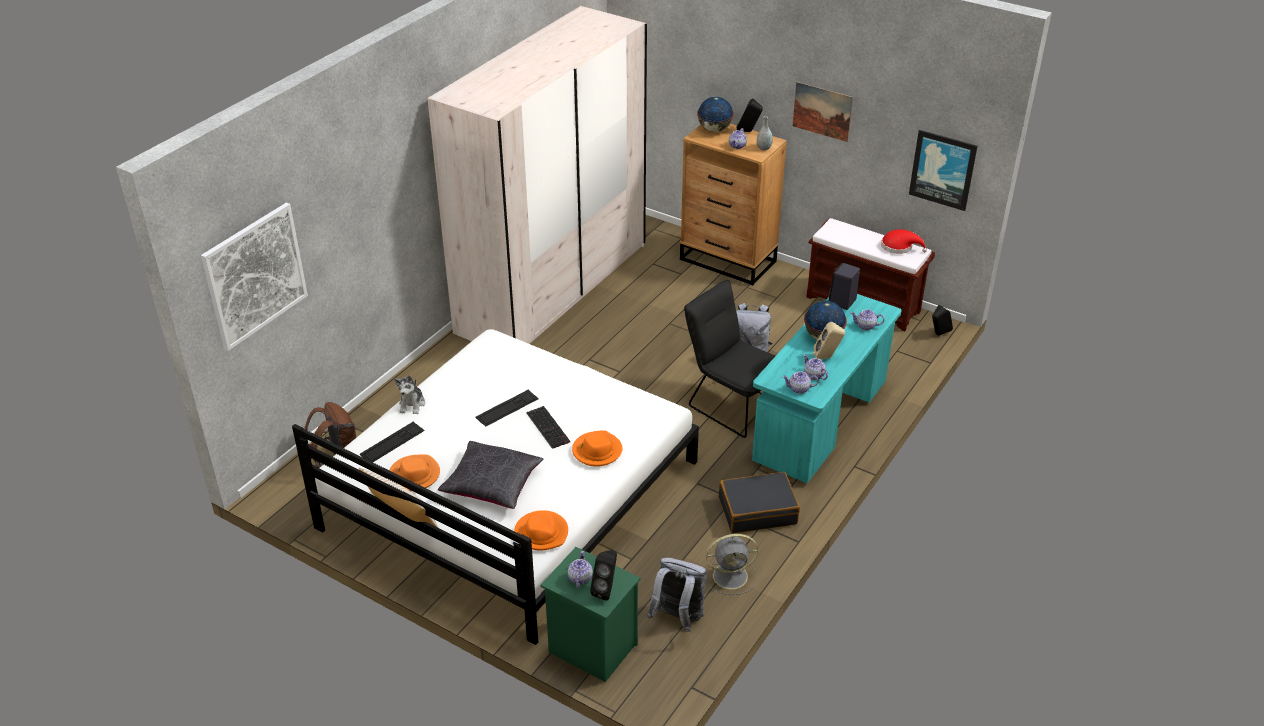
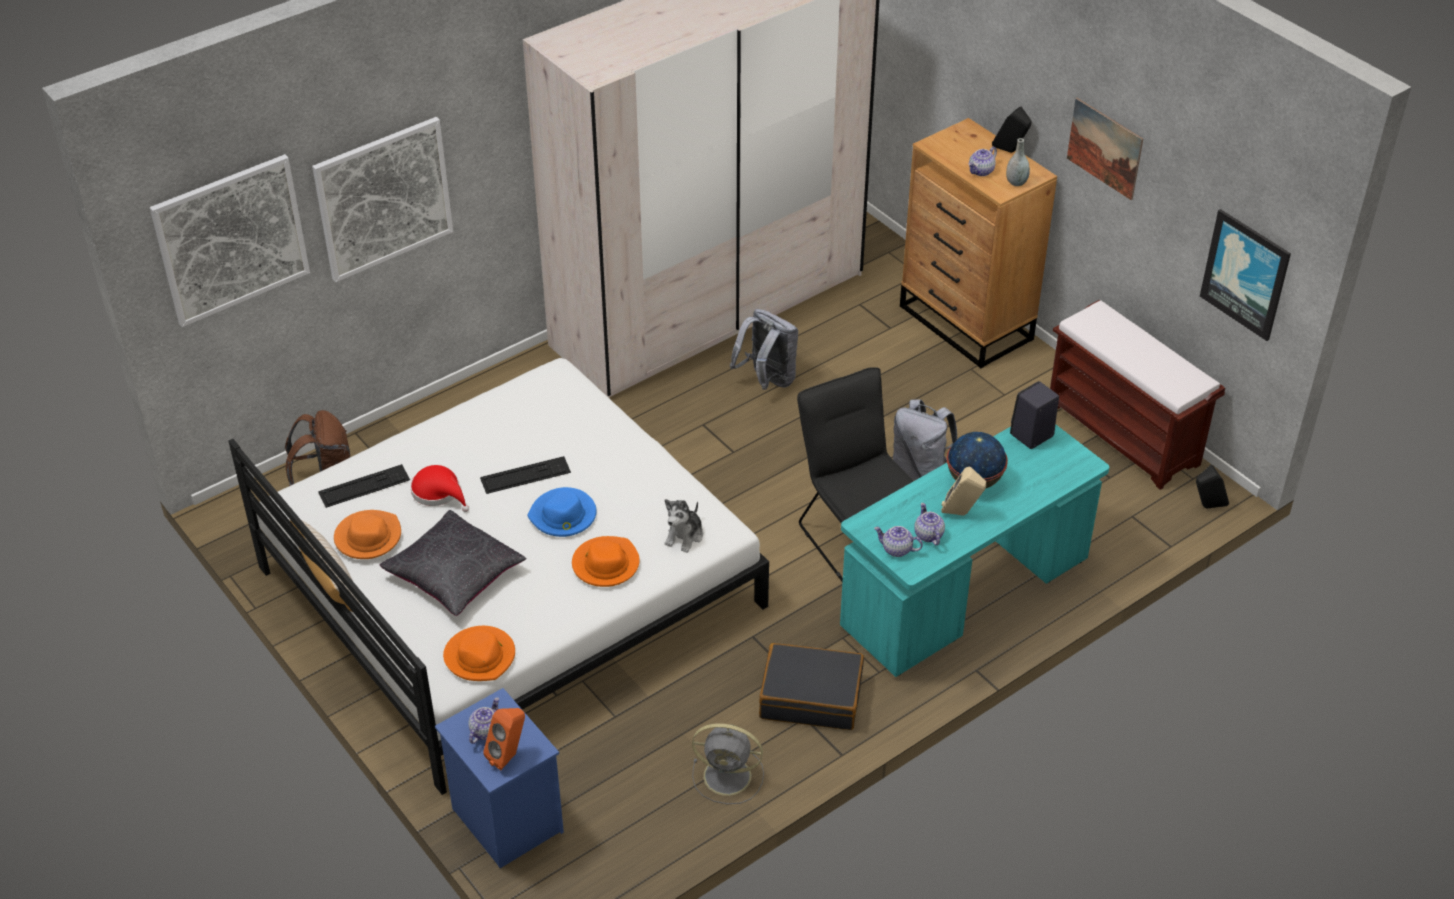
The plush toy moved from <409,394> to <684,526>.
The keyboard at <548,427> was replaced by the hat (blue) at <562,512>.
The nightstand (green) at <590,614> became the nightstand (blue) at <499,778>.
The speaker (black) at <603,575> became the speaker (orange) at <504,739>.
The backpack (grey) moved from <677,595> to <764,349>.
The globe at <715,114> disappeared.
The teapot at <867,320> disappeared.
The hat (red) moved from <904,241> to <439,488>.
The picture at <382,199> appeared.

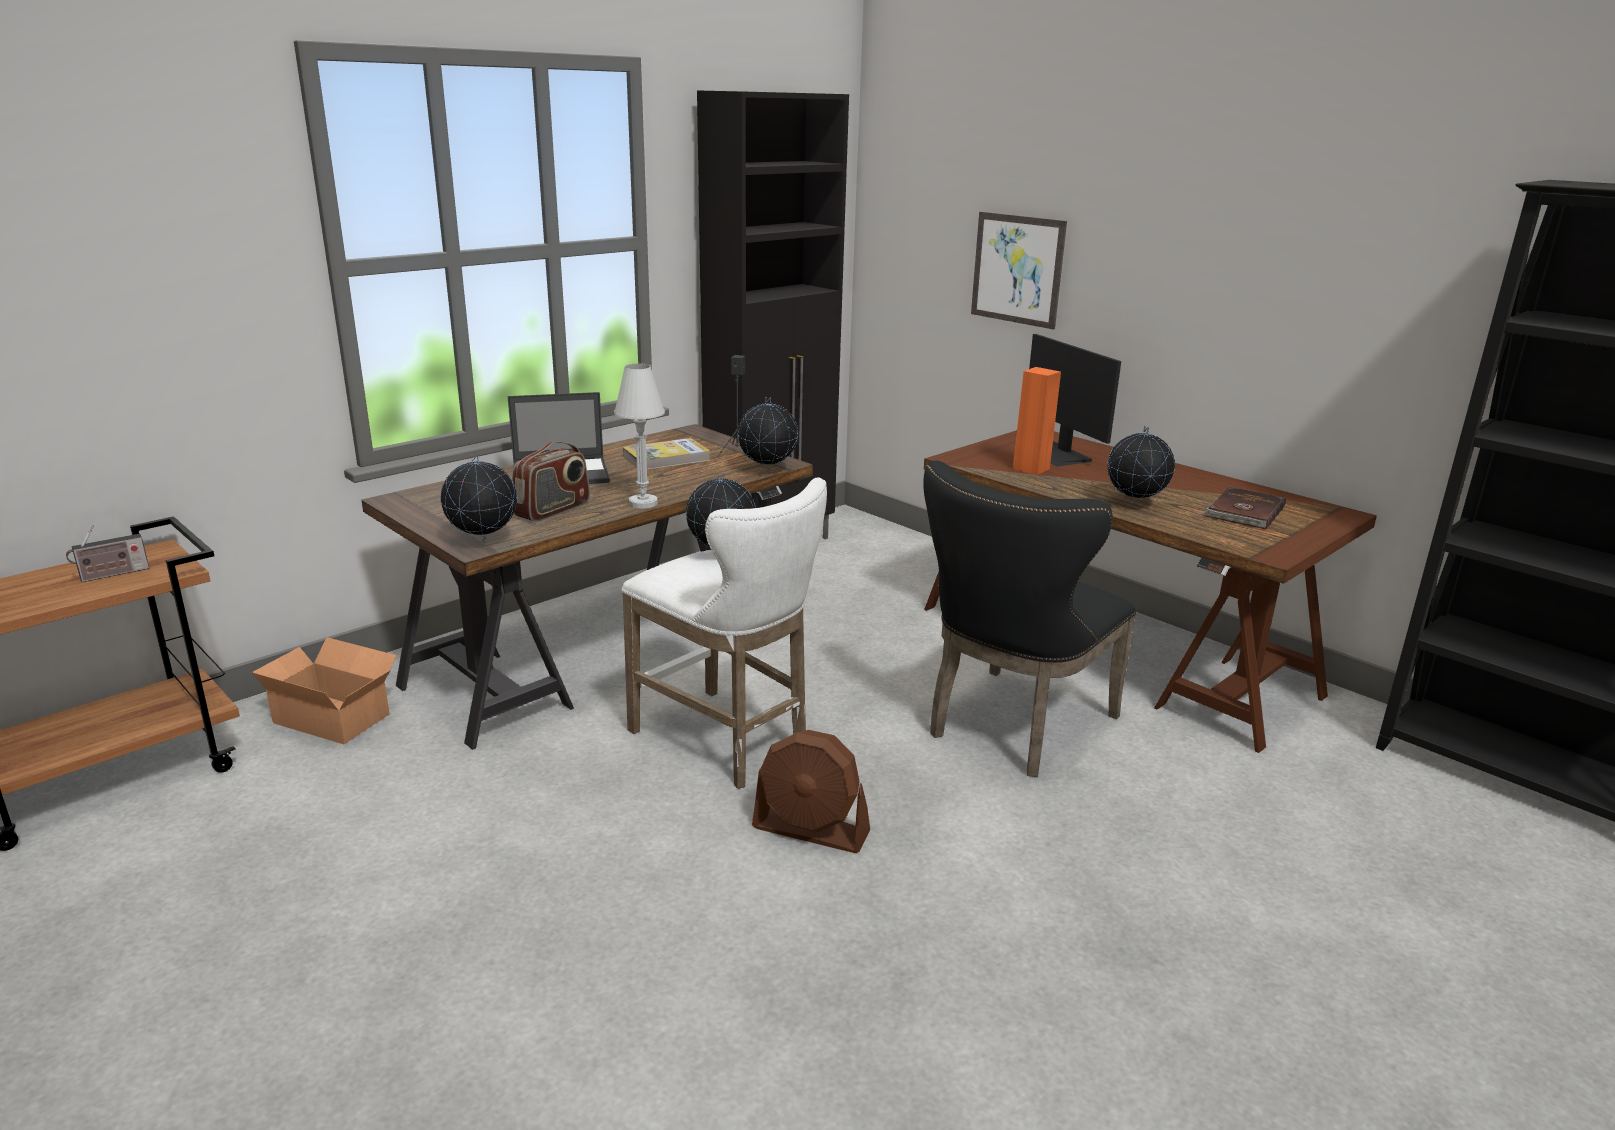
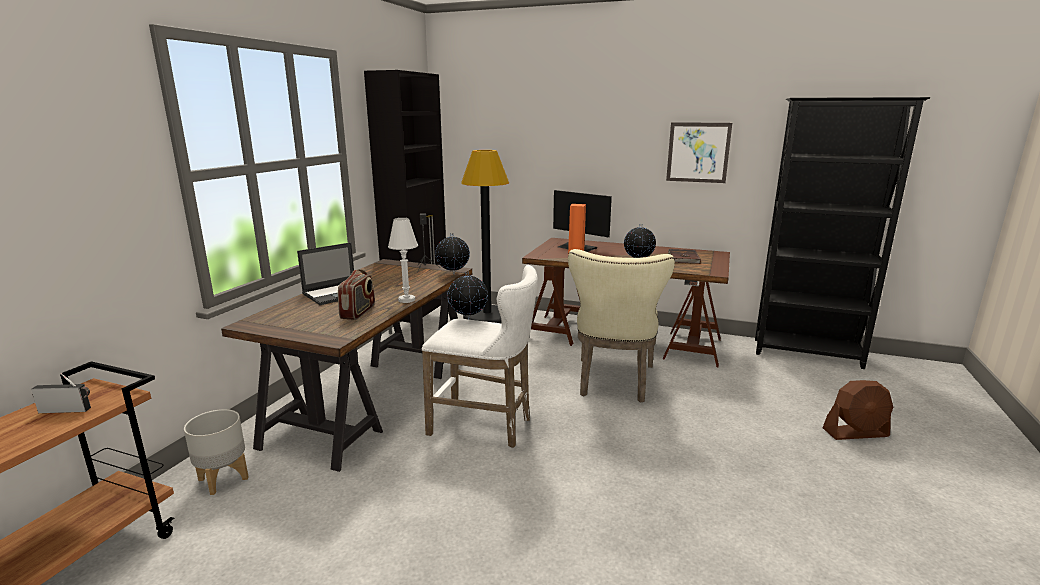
The radio at <107,553> turned 120 degrees counterclockwise.
The cardboard box at <324,690> was replaced by the planter (grey) at <216,452>.
The globe at <478,498> disappeared.
The book at <667,454> disappeared.
The fan (brown) moved from <811,791> to <858,410>.
The chair (black) at <1030,619> became the chair (beige) at <621,325>.
The picture moved from <1019,270> to <699,152>.
The floor lamp (black) at <485,236> appeared.

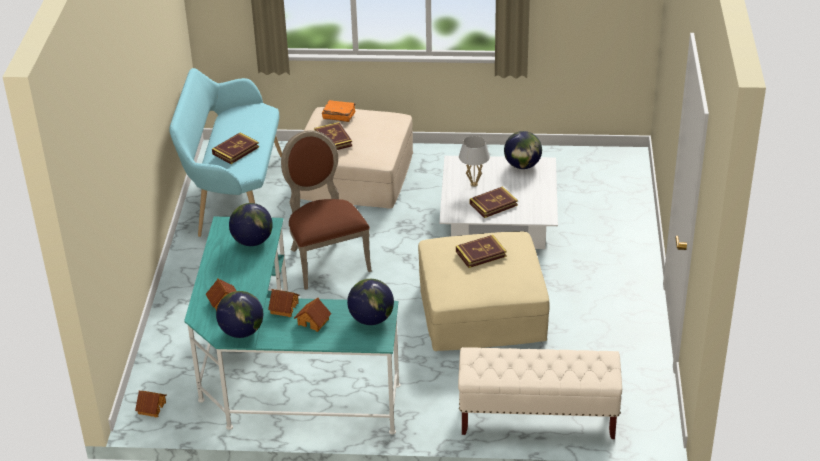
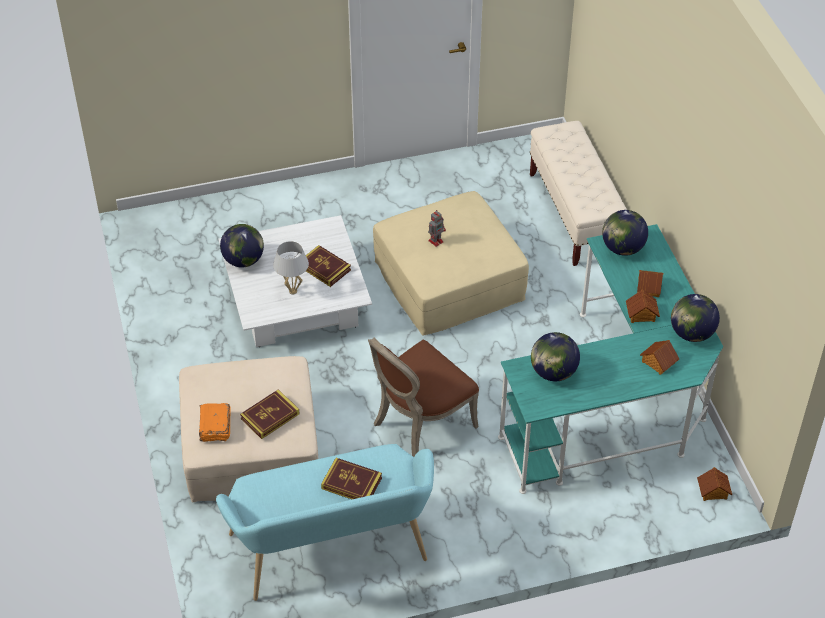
The book at <481,251> was replaced by the toy robot at <437,229>.

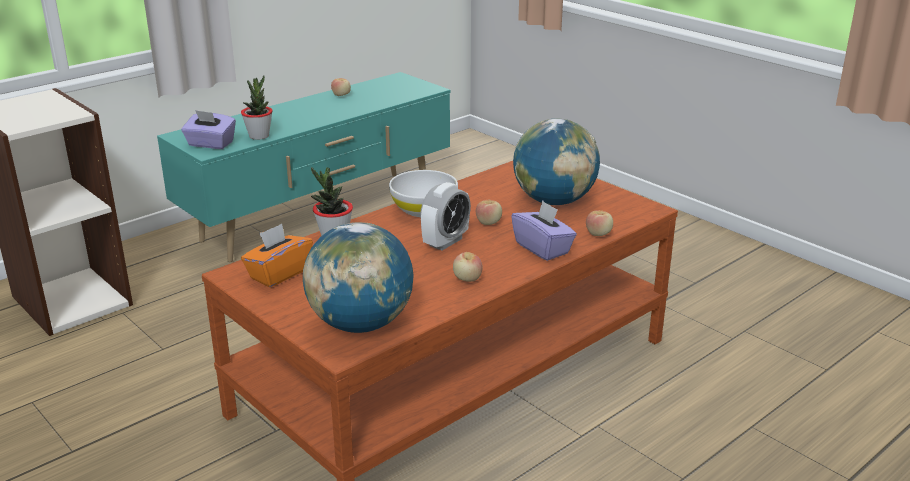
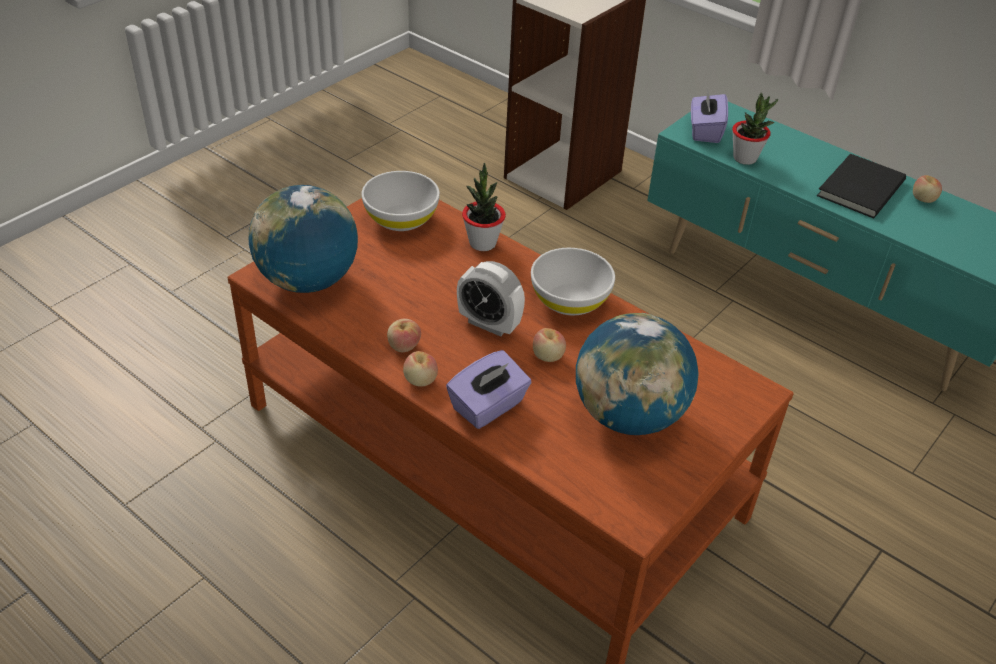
The tissue box (orange) at <277,255> was replaced by the bowl (white) at <401,201>.
The apple moved from <599,223> to <420,369>.
The book (black) at <861,186> appeared.

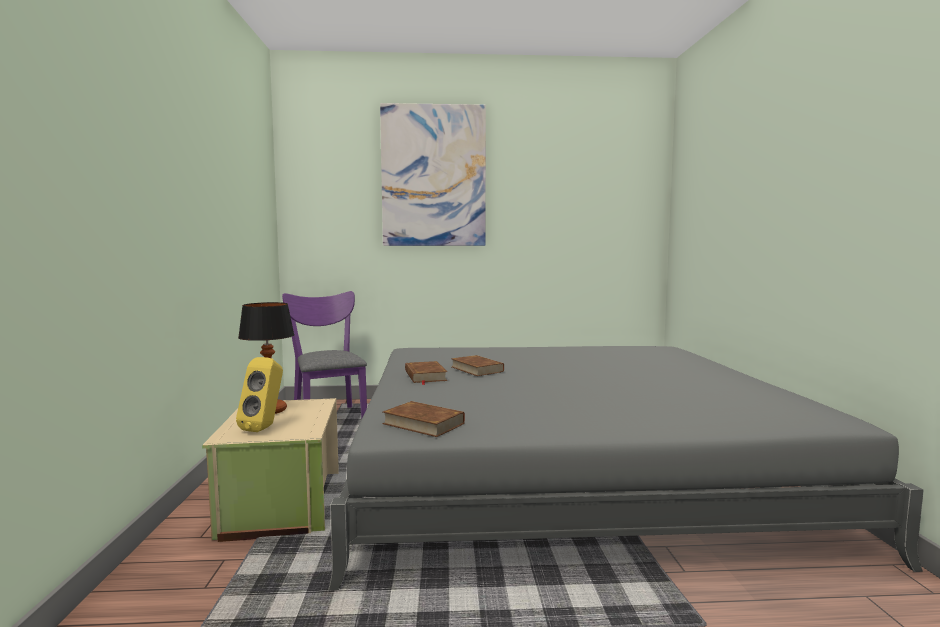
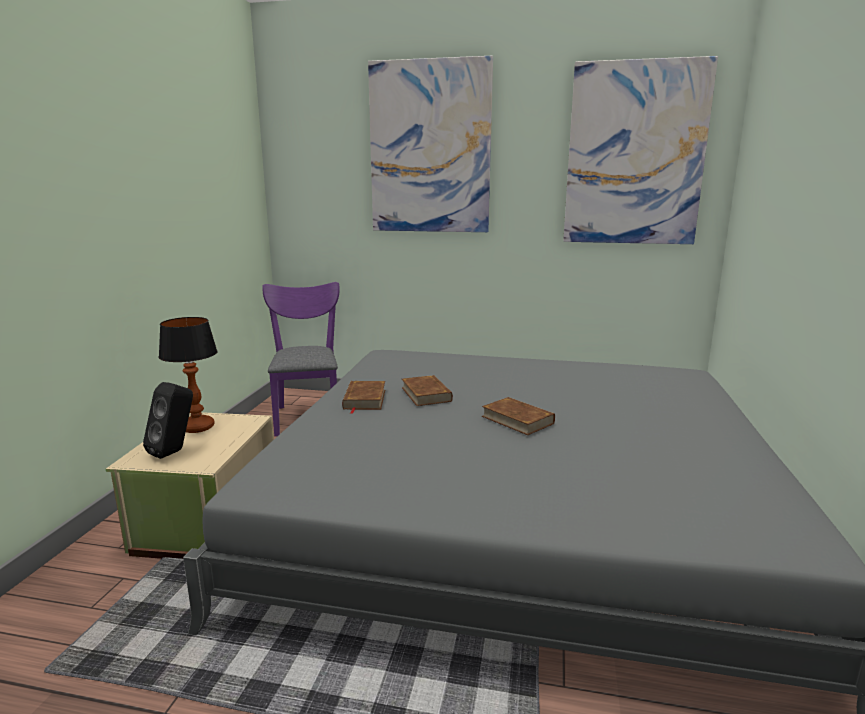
The speaker (yellow) at <259,394> became the speaker (black) at <168,420>.
The book (brown) moved from <424,419> to <518,416>.
The picture at <640,150> appeared.

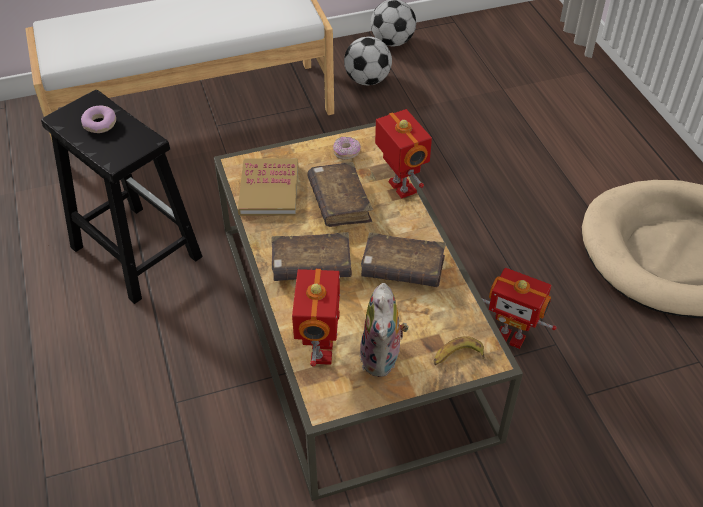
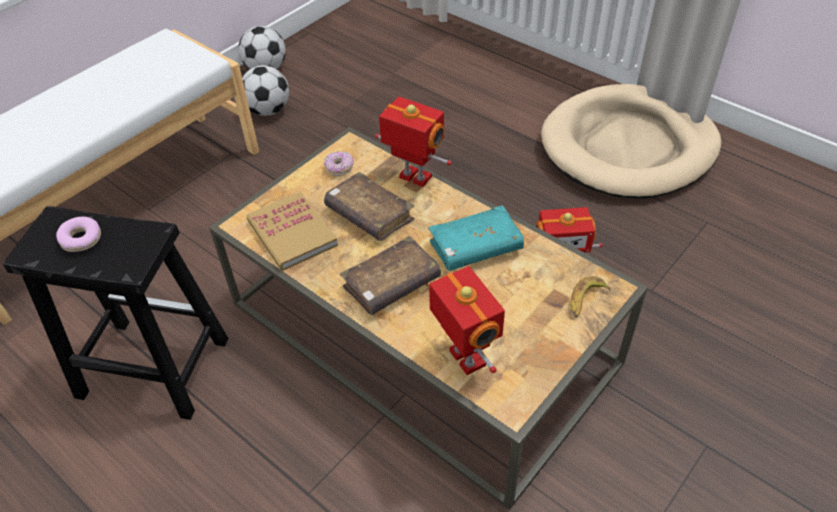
The plush toy at <384,330> disappeared.
The book (brown) at <403,259> became the book (turquoise) at <476,238>.

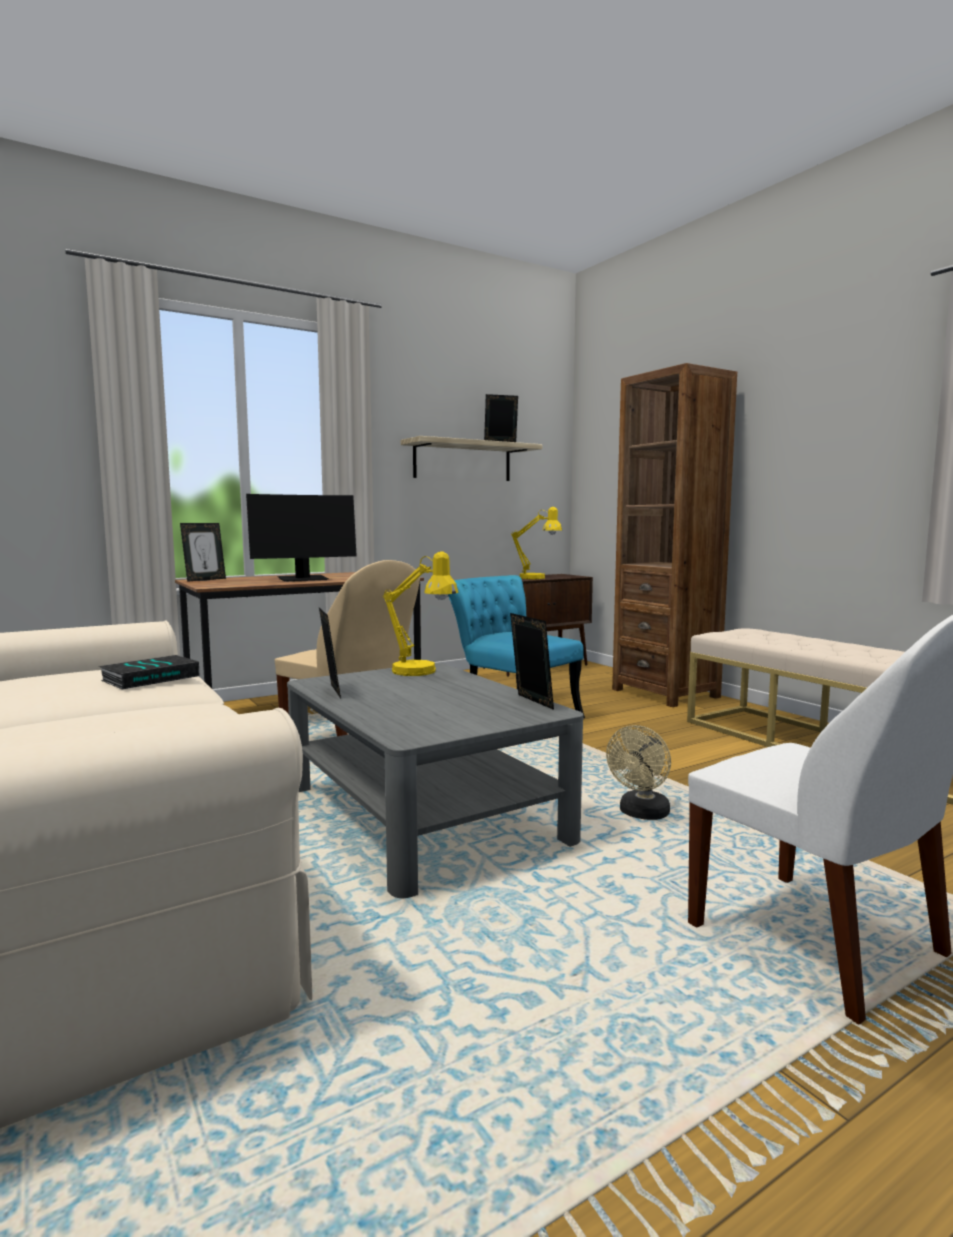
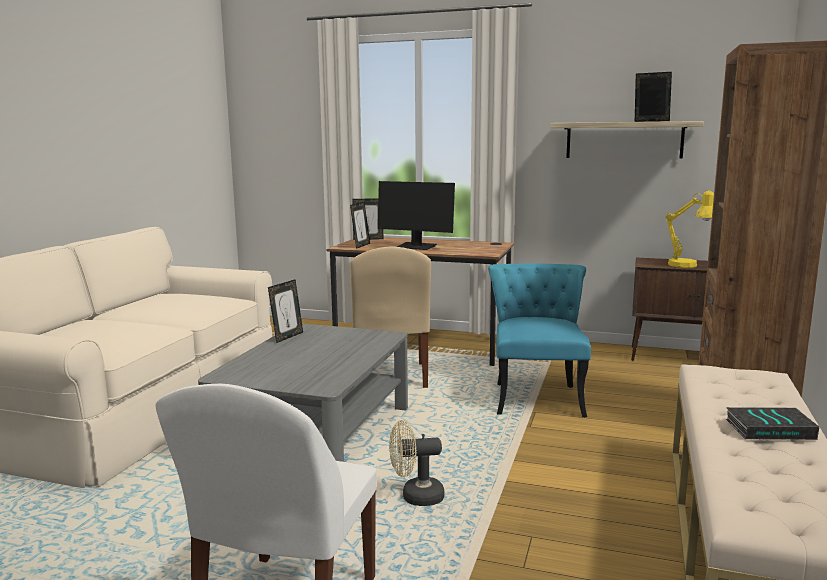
The book moved from <148,672> to <772,423>.
The table lamp (yellow) at <421,613> disappeared.
The picture frame moved from <532,661> to <360,225>.

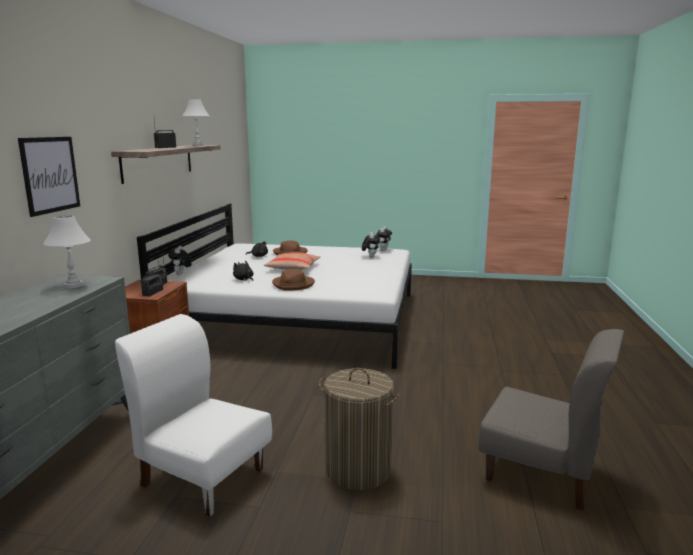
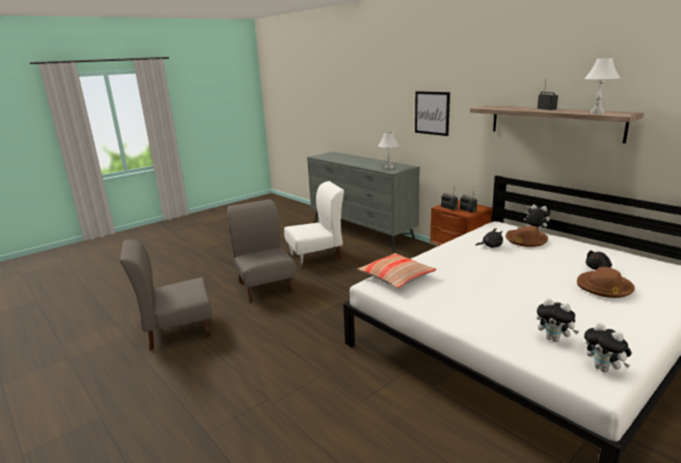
The pillow moved from <292,261> to <397,270>.
The hat (brown) moved from <293,280> to <527,236>.
The laundry basket at <359,429> was replaced by the chair (grey) at <261,250>.

